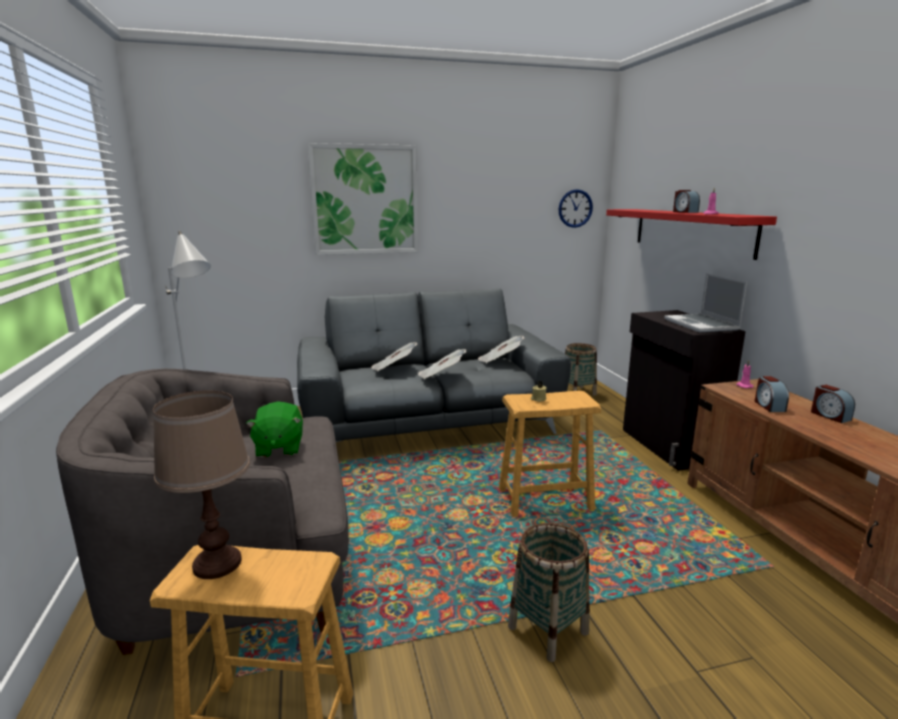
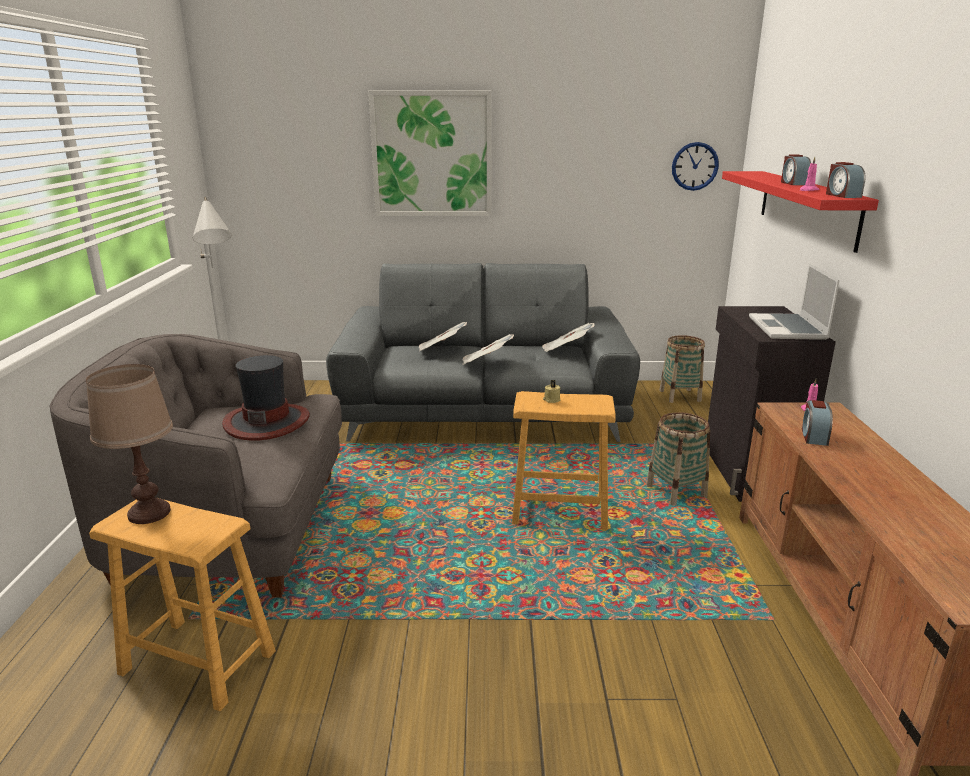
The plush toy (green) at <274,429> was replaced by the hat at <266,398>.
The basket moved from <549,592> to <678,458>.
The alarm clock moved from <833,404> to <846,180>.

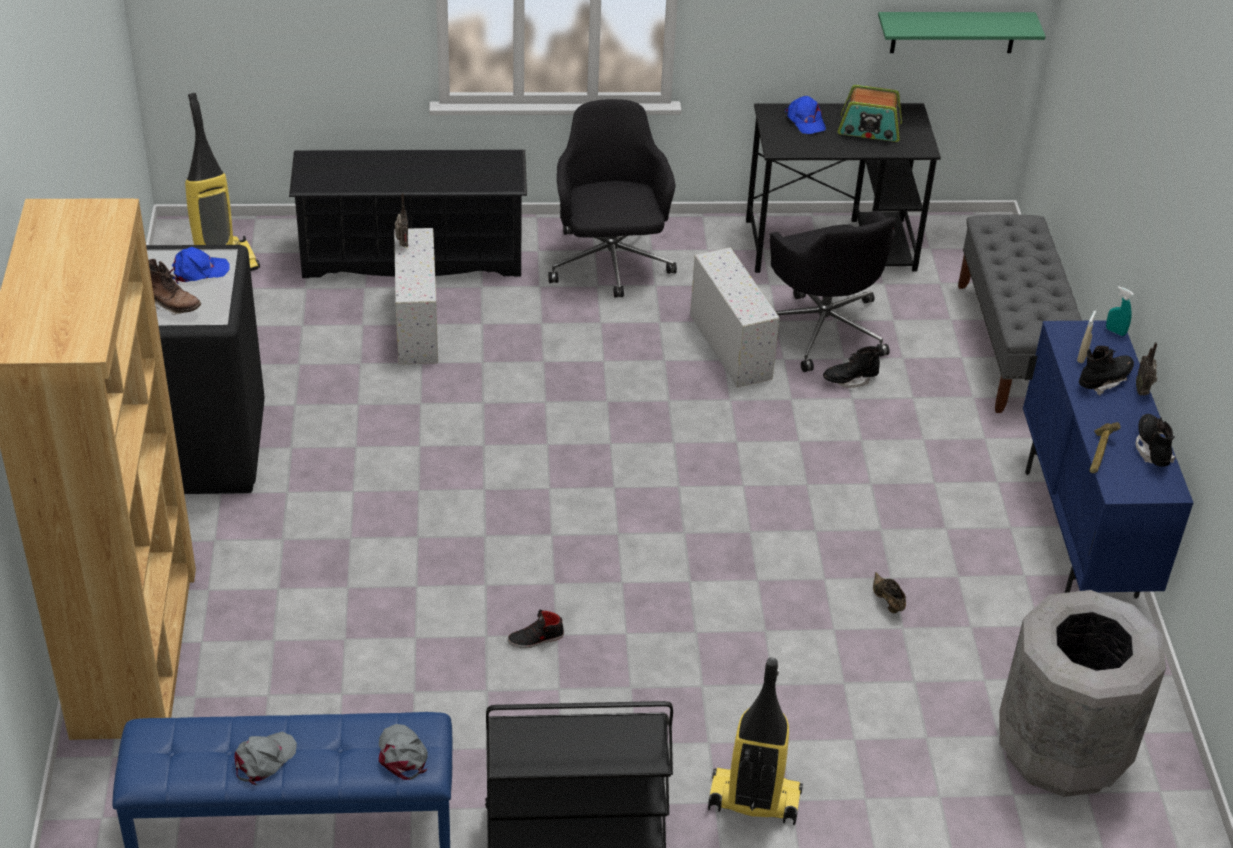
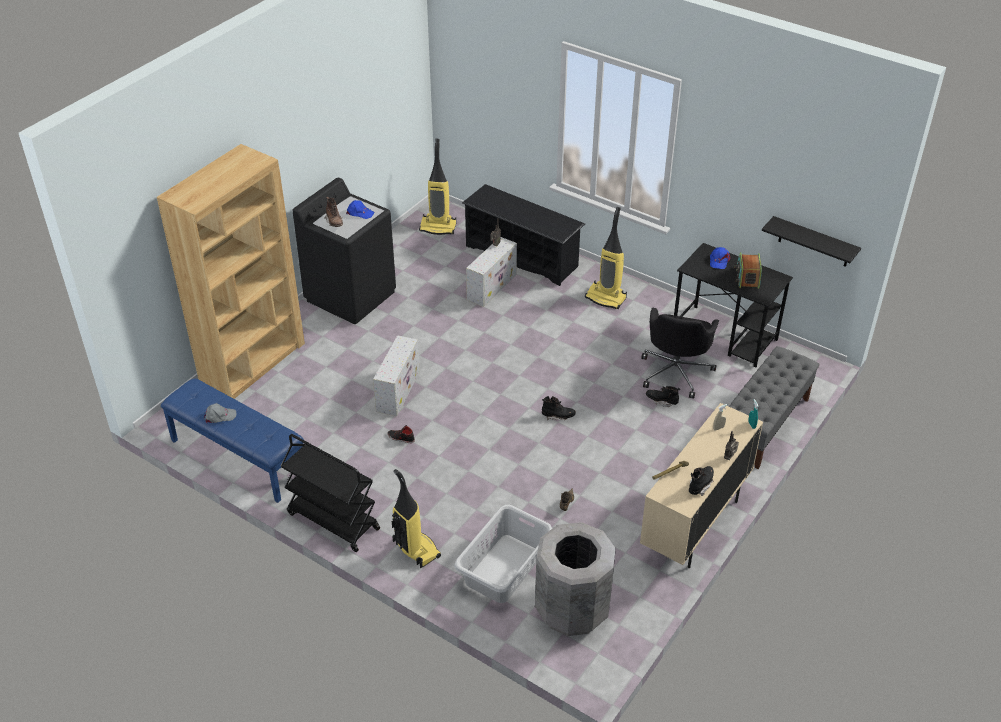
The cap (grey) at <403,752> disappeared.
The office chair (black) at <612,198> was replaced by the vacuum cleaner at <606,258>.
The storage box (white) moved from <735,318> to <396,375>.
The radio at <869,113> turned 45 degrees clockwise.
The shelf (green) at <962,32> became the shelf (black) at <811,241>.
The cabinet (blue) at <1108,459> became the cabinet (beige) at <701,485>.
The boot (black) moved from <1106,370> to <559,408>.
The laundry basket (grey) at <503,554> appeared.

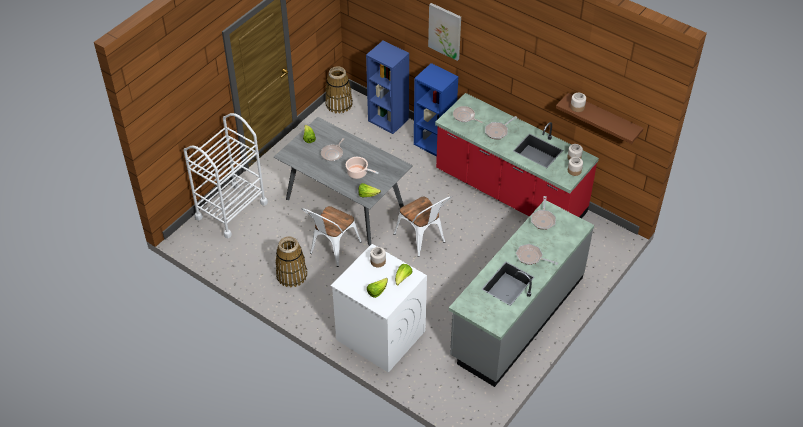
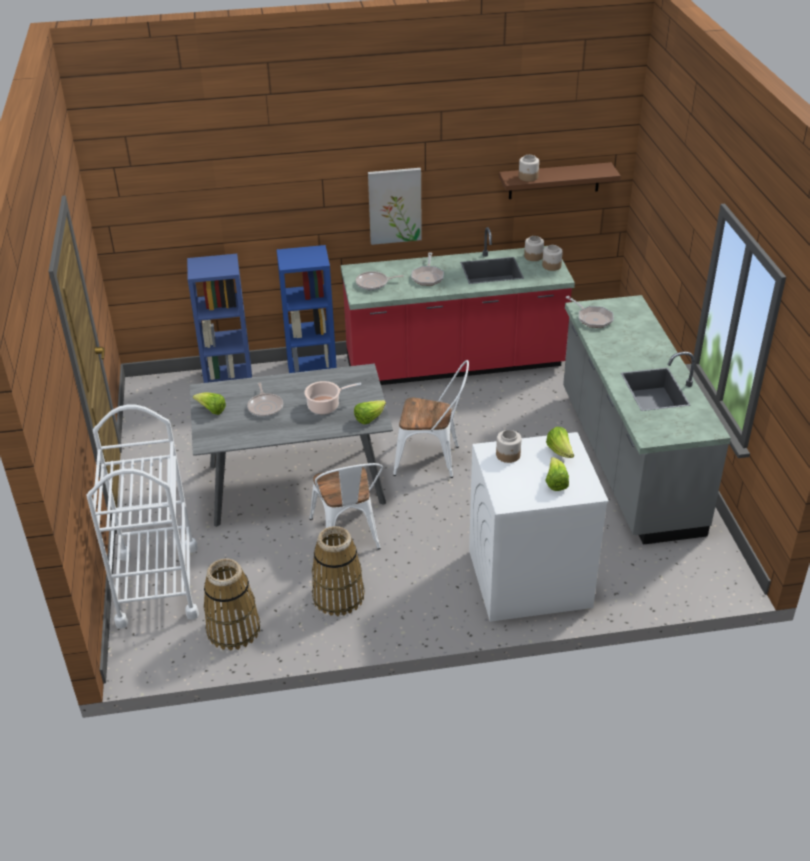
The basket moved from <339,90> to <232,604>.
The picture moved from <444,32> to <395,206>.
The frying pan at <537,254> disappeared.

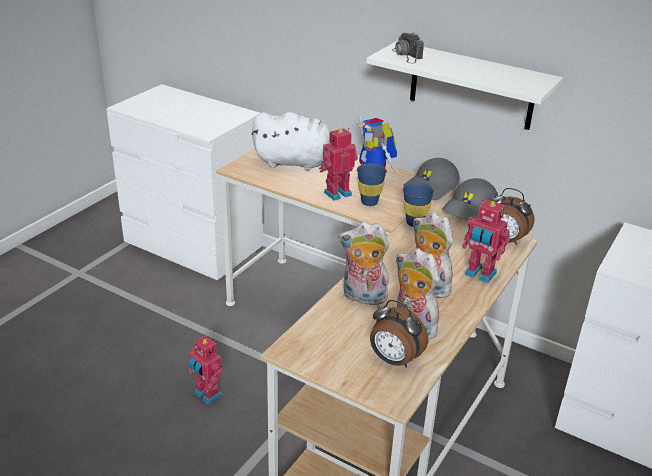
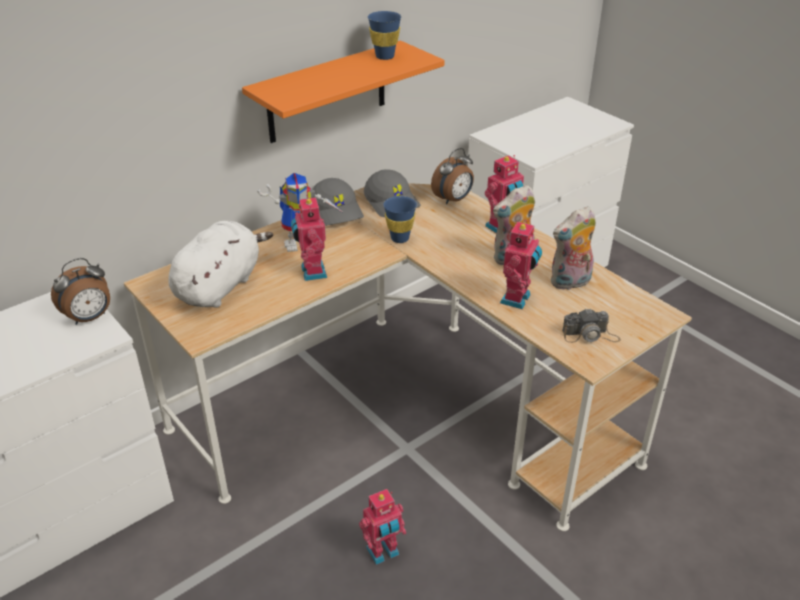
The plush toy at <365,263> was replaced by the toy robot at <521,264>.
The cup (blue) moved from <372,185> to <384,35>.
The shelf (white) at <464,85> became the shelf (orange) at <343,92>.
The alarm clock moved from <399,334> to <80,291>.
The photo camera moved from <408,48> to <591,325>.

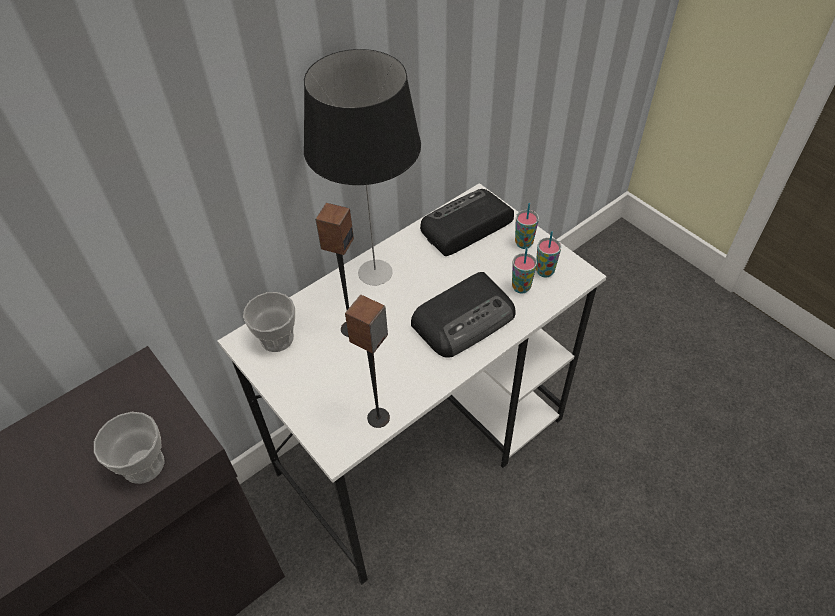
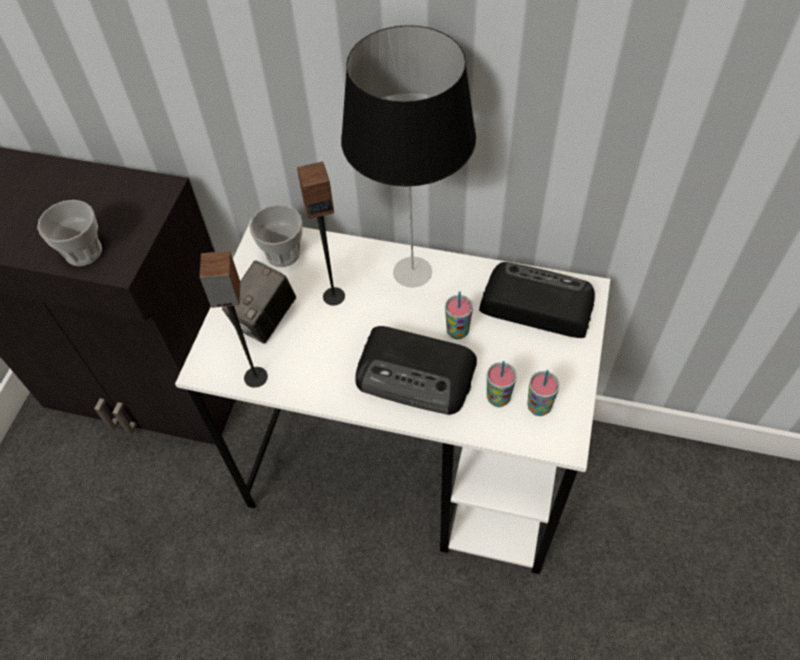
The cup moved from <527,226> to <459,315>.
The photo camera at <259,302> appeared.

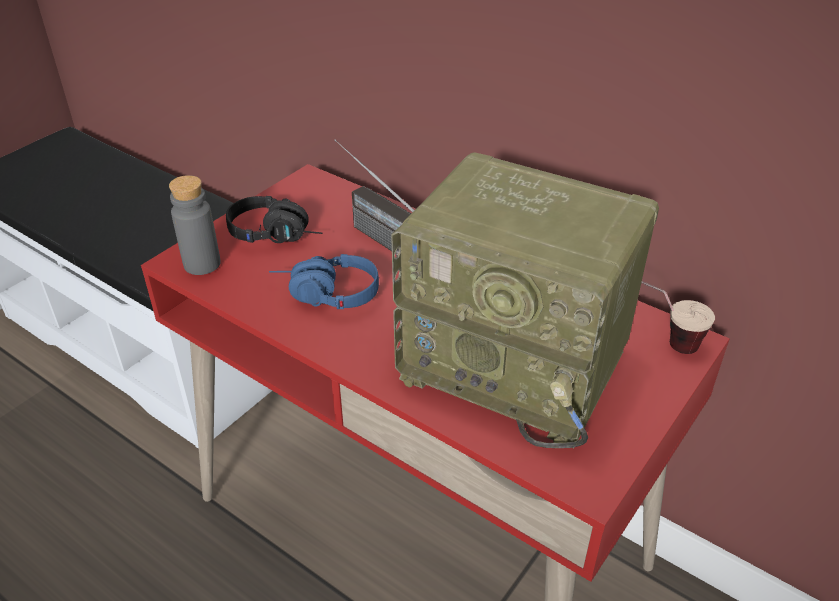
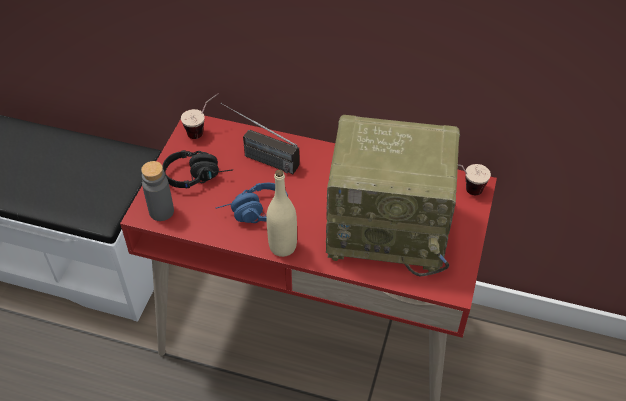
The cup at <200,116> appeared.
The bottle (beige) at <281,213> appeared.

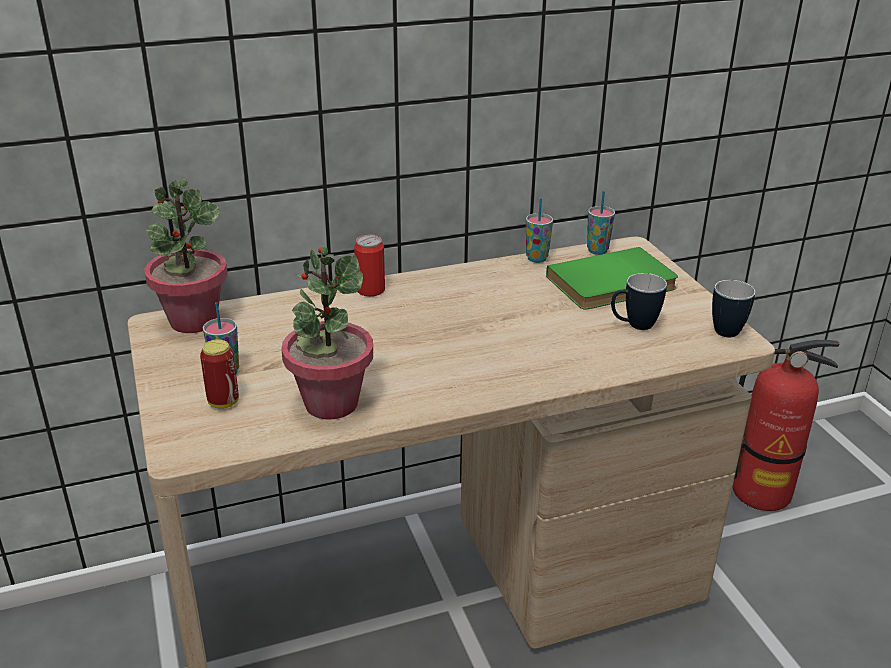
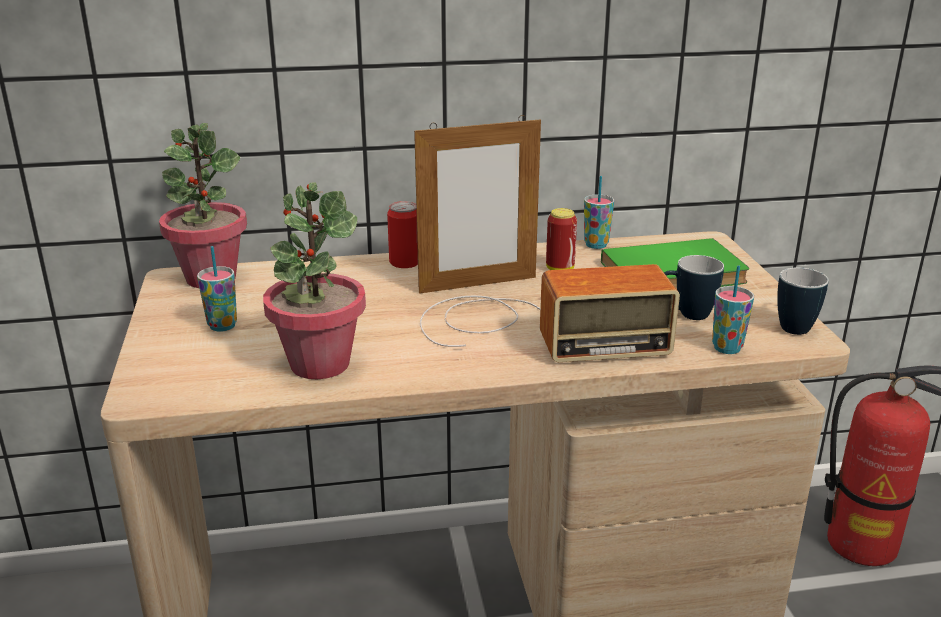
The can moved from <219,374> to <561,239>.
The cup moved from <601,223> to <733,309>.
The picture frame at <477,204> appeared.
The radio at <550,313> appeared.

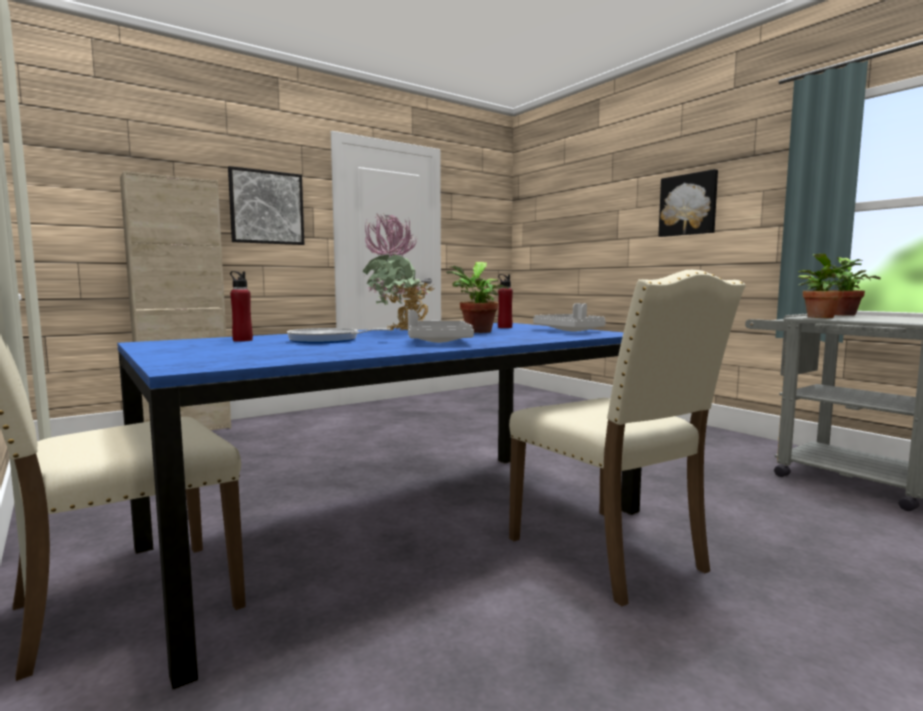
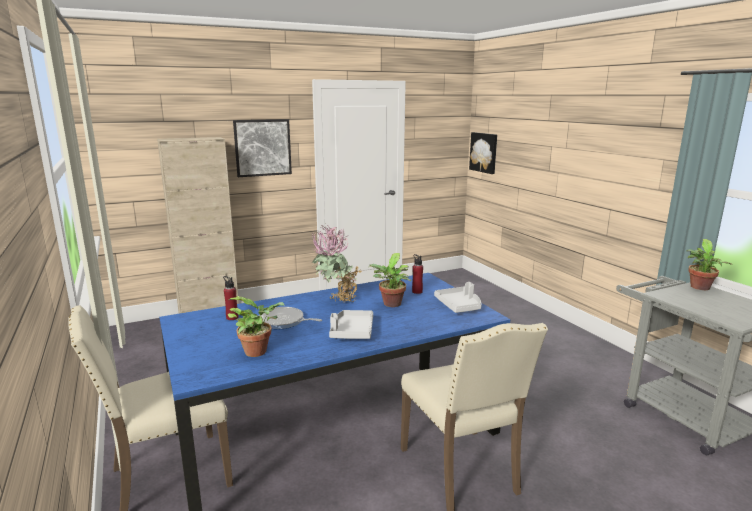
The picture moved from <688,203> to <483,153>.
The potted plant moved from <830,286> to <256,326>.

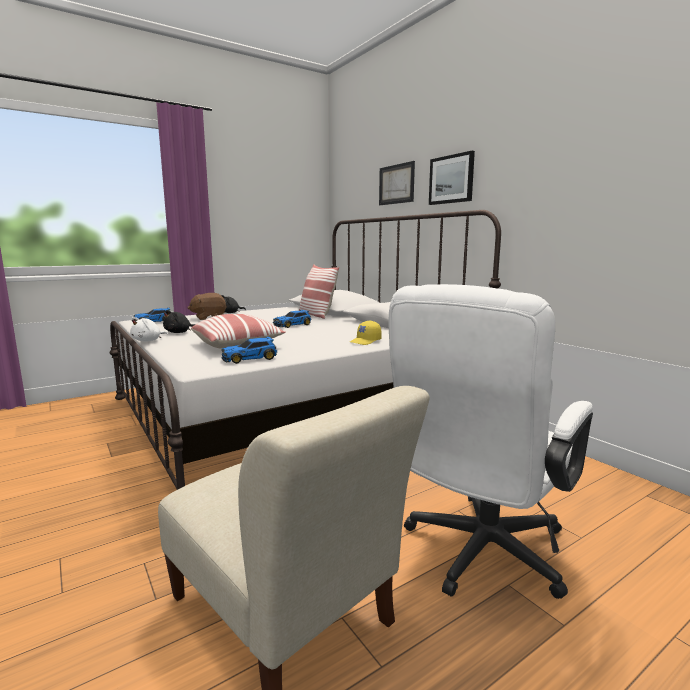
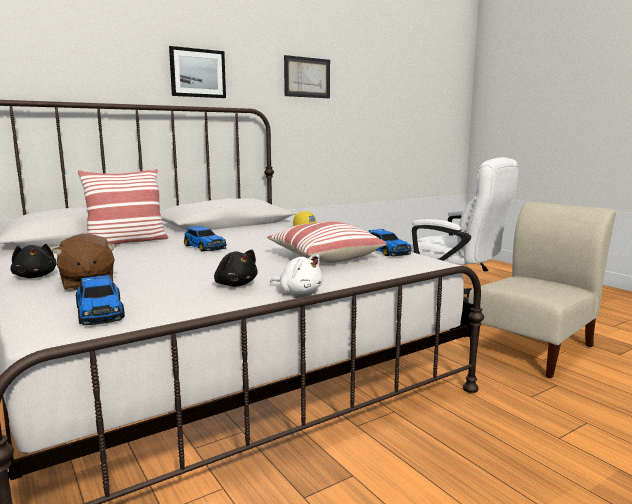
The picture moved from <397,183> to <307,76>.

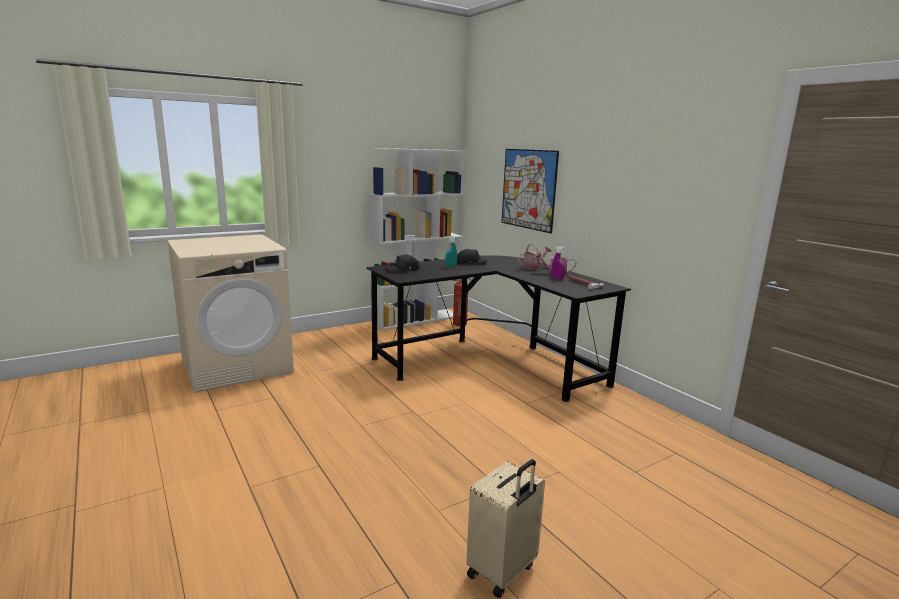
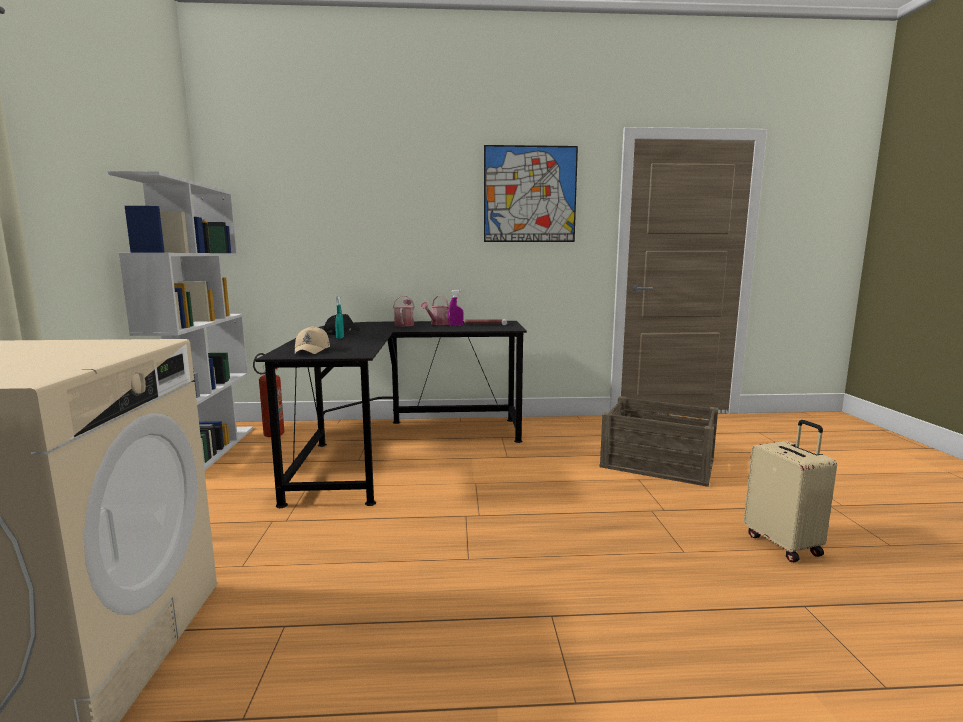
The cap (black) at <403,263> became the cap (beige) at <312,340>.
The picture moved from <530,191> to <531,193>.
The crate at <658,441> appeared.

